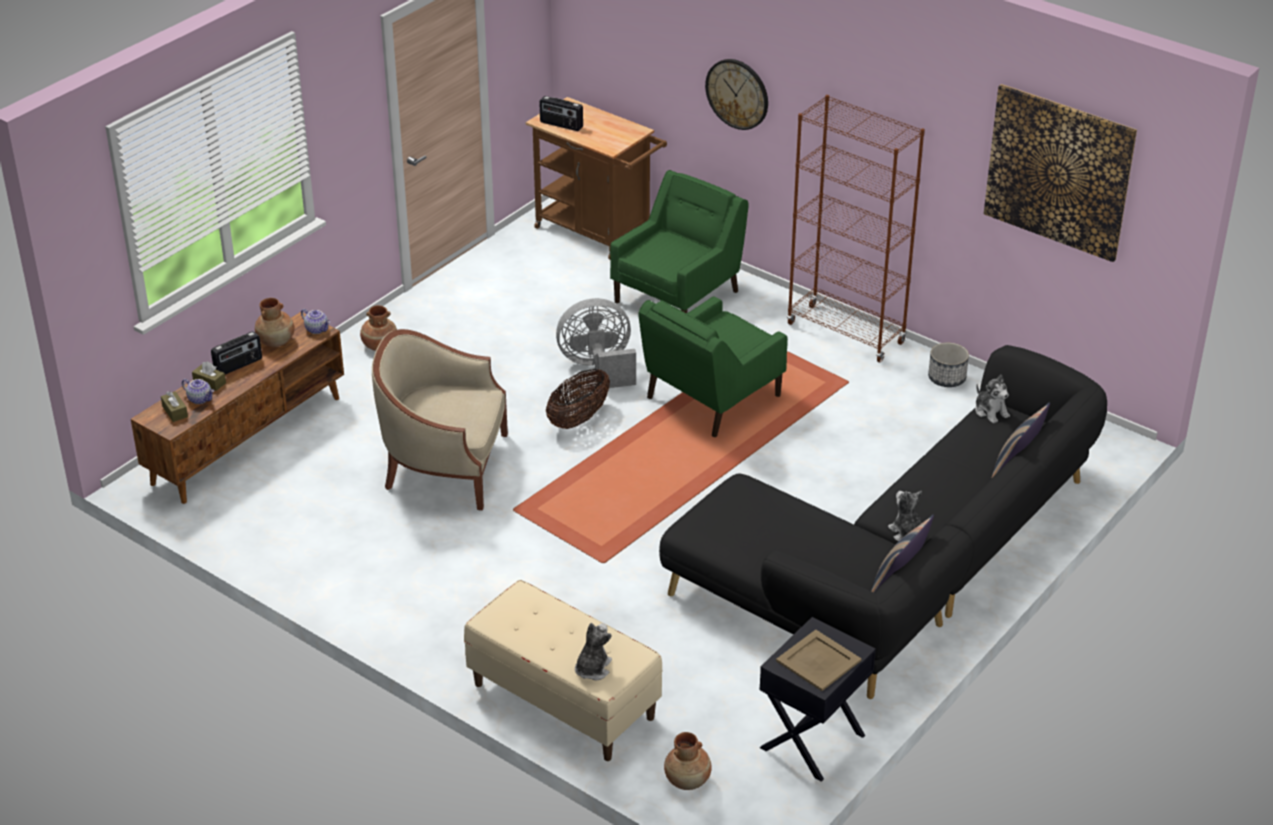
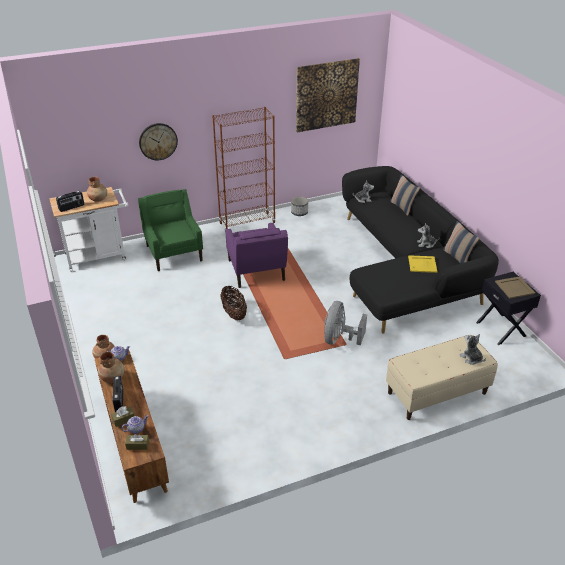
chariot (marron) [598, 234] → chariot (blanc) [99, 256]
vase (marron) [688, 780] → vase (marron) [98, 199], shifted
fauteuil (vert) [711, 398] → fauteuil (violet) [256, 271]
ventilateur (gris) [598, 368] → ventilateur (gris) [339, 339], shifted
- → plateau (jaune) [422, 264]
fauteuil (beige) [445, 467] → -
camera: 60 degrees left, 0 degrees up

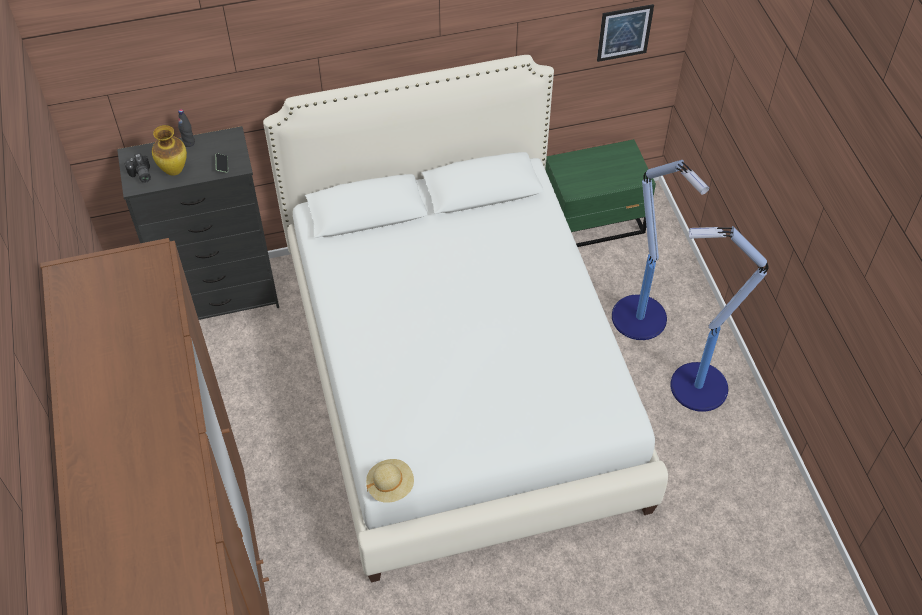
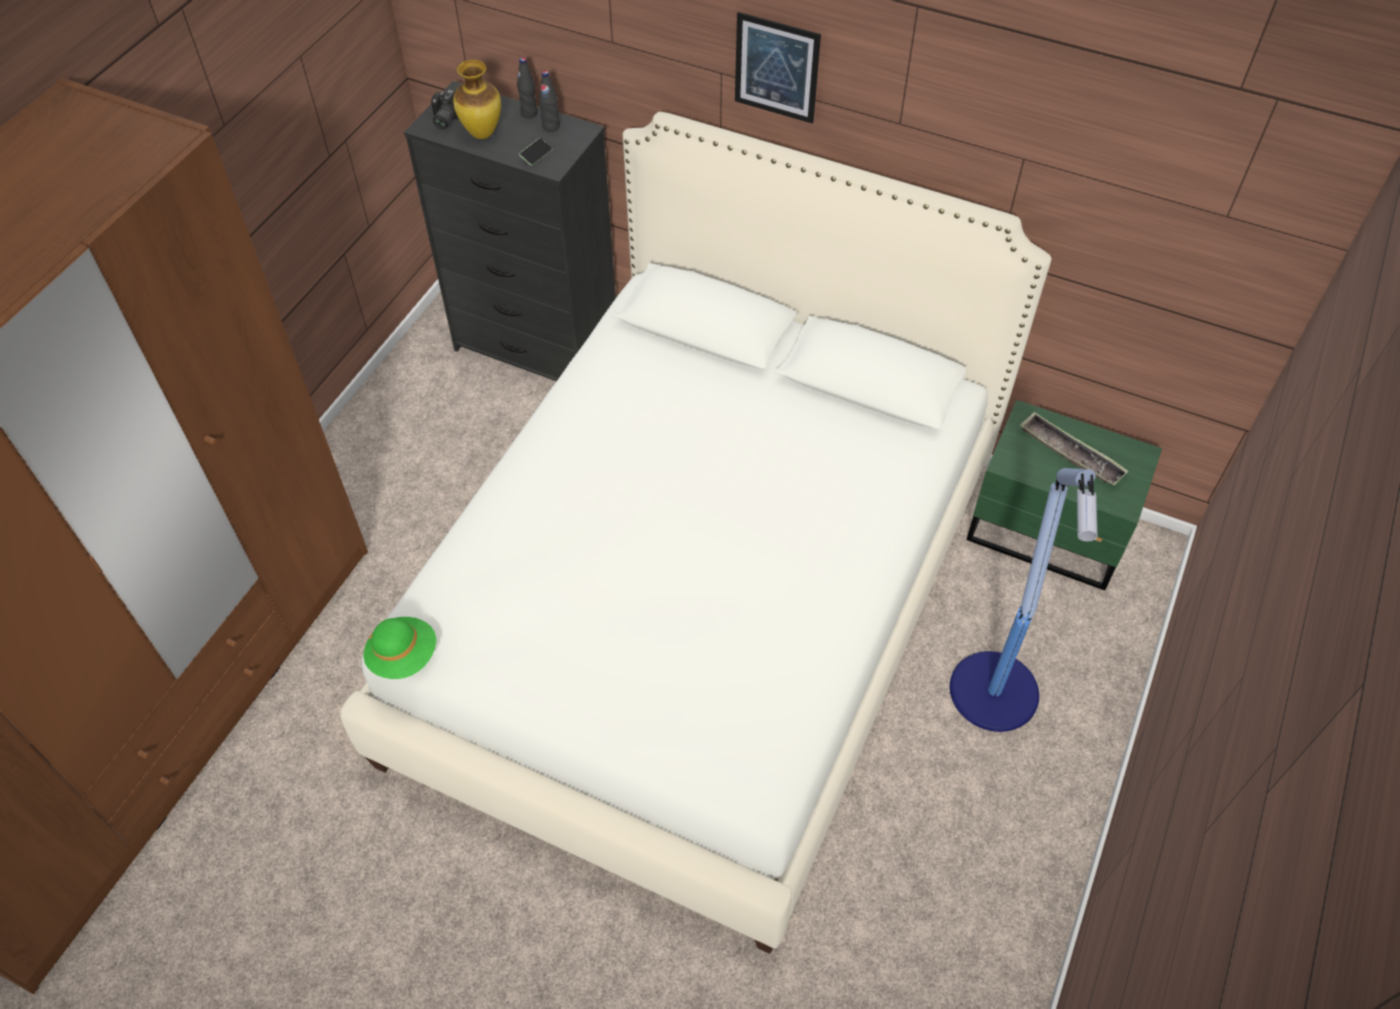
chapeau (beige) [390, 486] → chapeau (vert) [403, 656]
- → bouteille (noir) [551, 126]
tableau [624, 32] → tableau [776, 68], shifted
- → plateau [1070, 453]
lampadaire [696, 387] → -
camera: 40 degrees right, 0 degrees up

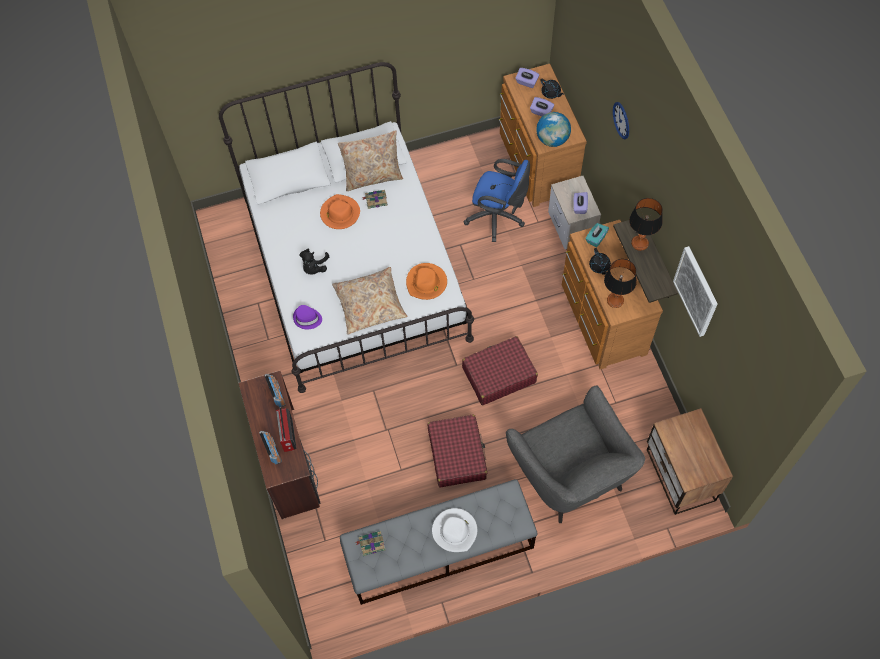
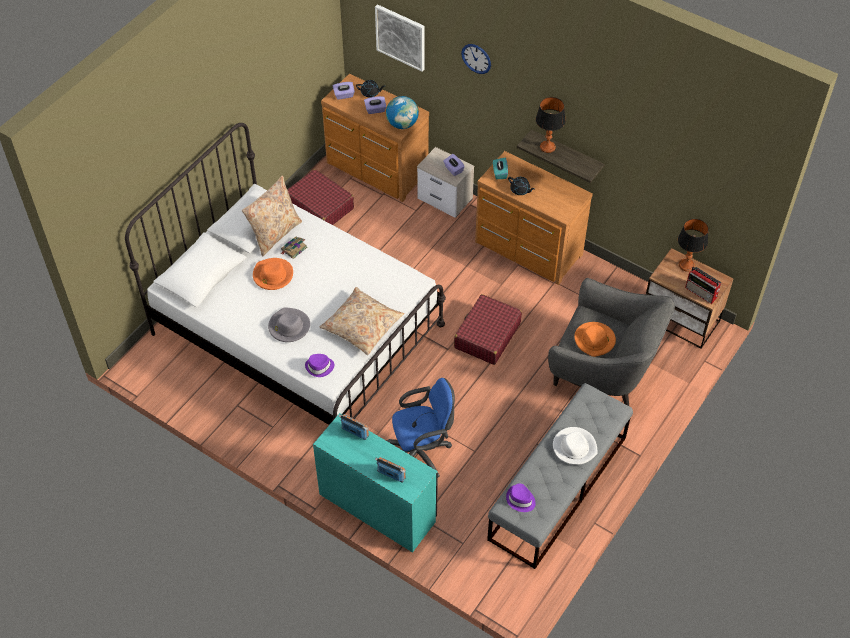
peluche (noir) [314, 267] → chapeau (gris) [289, 327]
valise (rouge) [457, 454] → valise (rouge) [320, 206], shifted
bureau (marron) [288, 462] → bureau (turquoise) [378, 506]
tableau [696, 291] → tableau [401, 37], shifted
chaise de bureau (bleu) [497, 218] → chaise de bureau (bleu) [422, 453], shifted
livre [371, 544] → chapeau (violet) [520, 500]
chapeau (orange) [426, 283] → chapeau (orange) [595, 340], shifted
lampe de table [615, 300] → lampe de table [686, 265], shifted
radio [287, 435] → radio [701, 293], shifted
camera: 40 degrees left, 10 degrees down

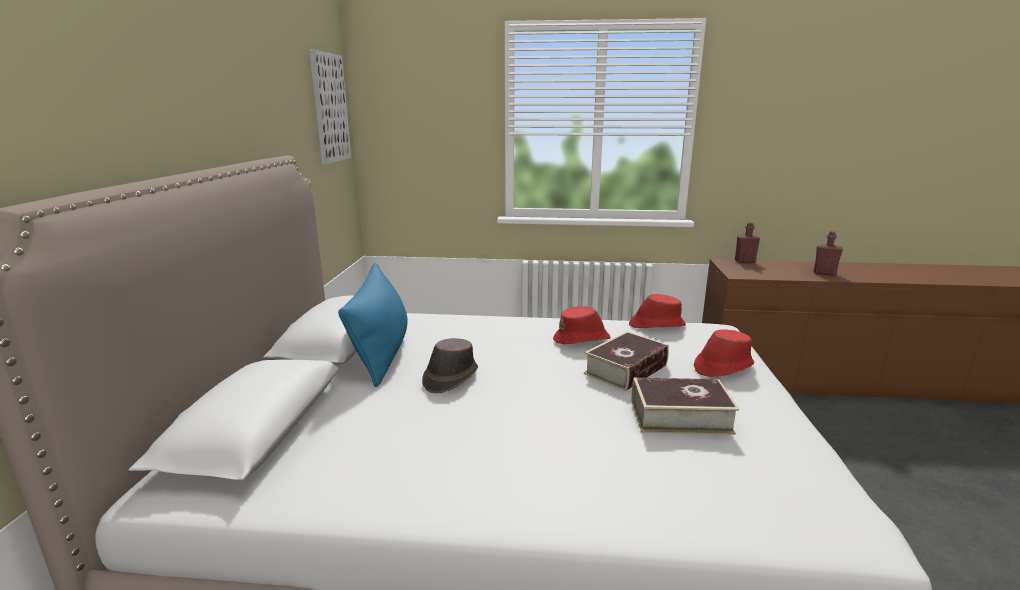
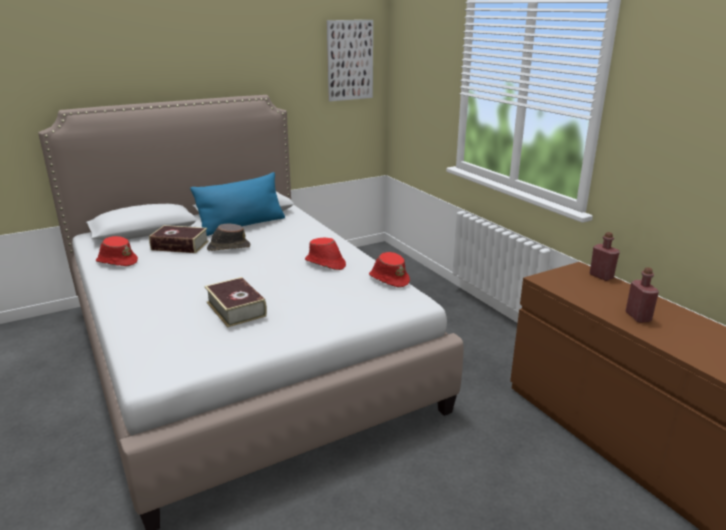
chapeau (rouge) [722, 367] → chapeau (rouge) [117, 261], shifted
livre [626, 369] → livre [180, 245], shifted
camera: 55 degrees right, 5 degrees up

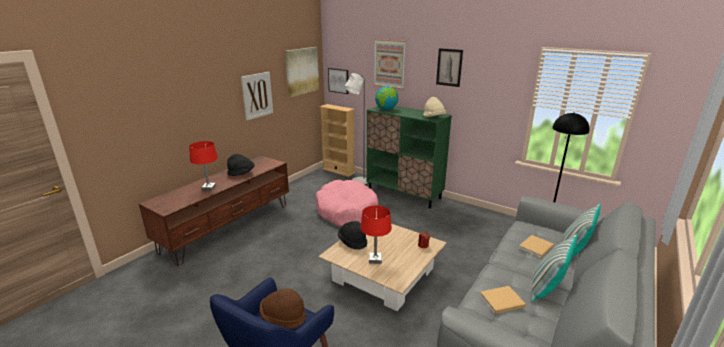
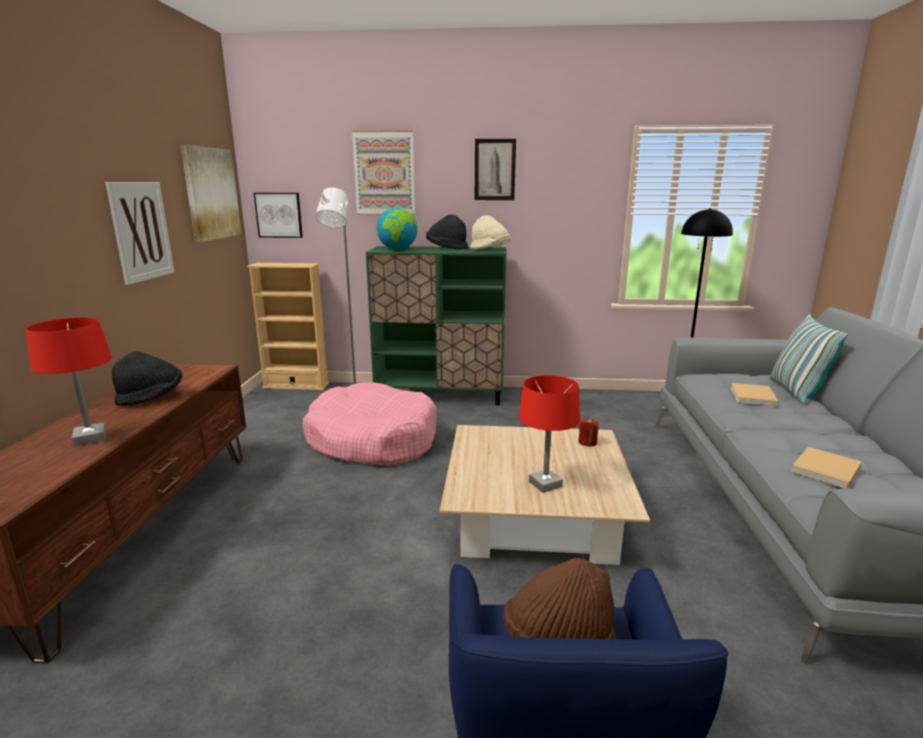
chapeau (noir) [352, 242] → chapeau (noir) [446, 248], shifted
coussin [546, 289] → -
camera: 30 degrees left, 5 degrees down

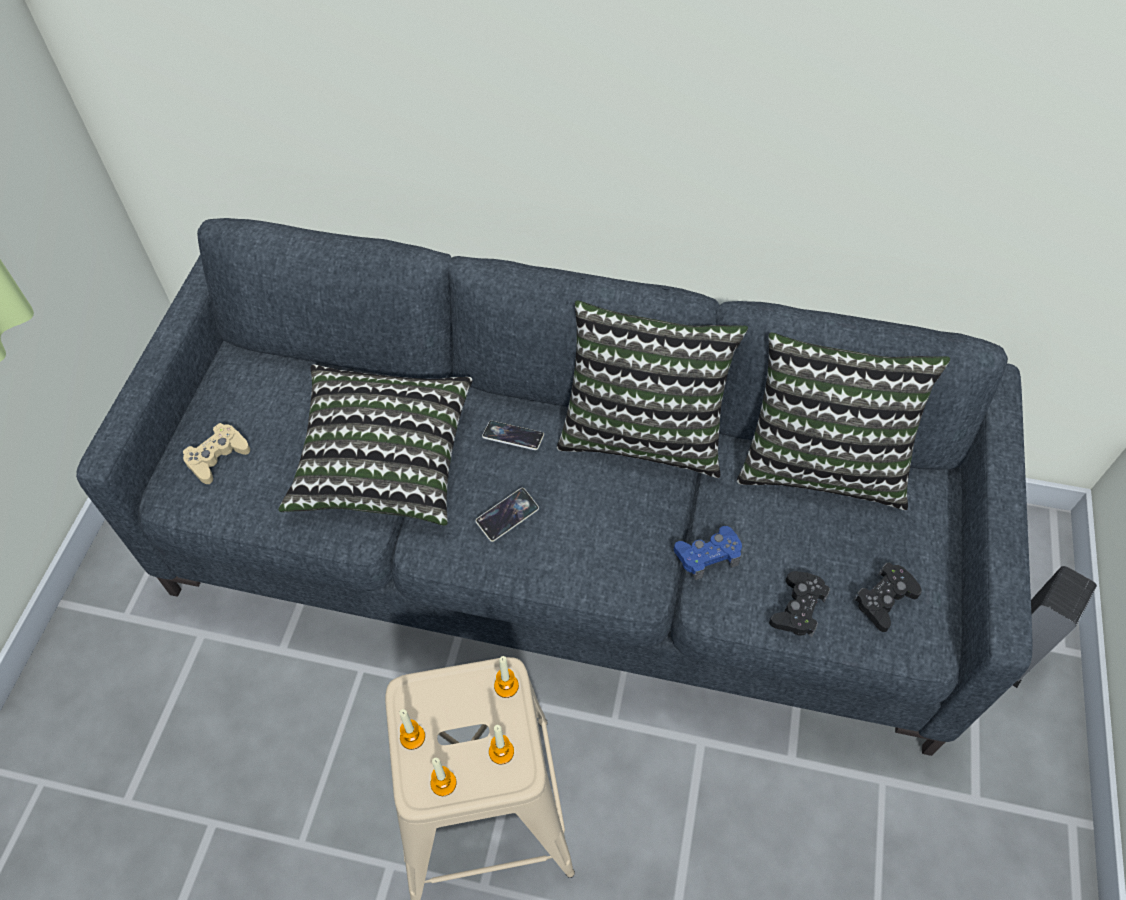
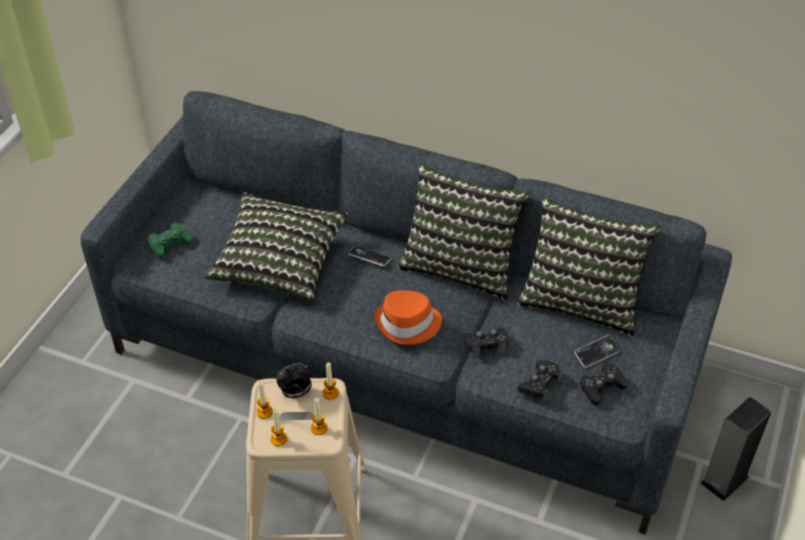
manette (beige) [217, 457] → manette (vert) [170, 244]
- → réveil [295, 393]
- → chapeau (orange) [408, 324]
manette (bleu) [708, 555] → manette (noir) [486, 345]
téléphone [507, 516] → téléphone [596, 353], shifted
camera: 10 degrees right, 10 degrees down

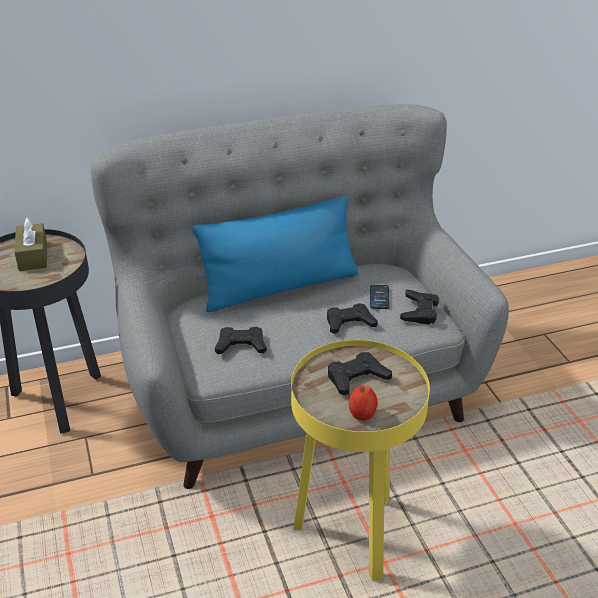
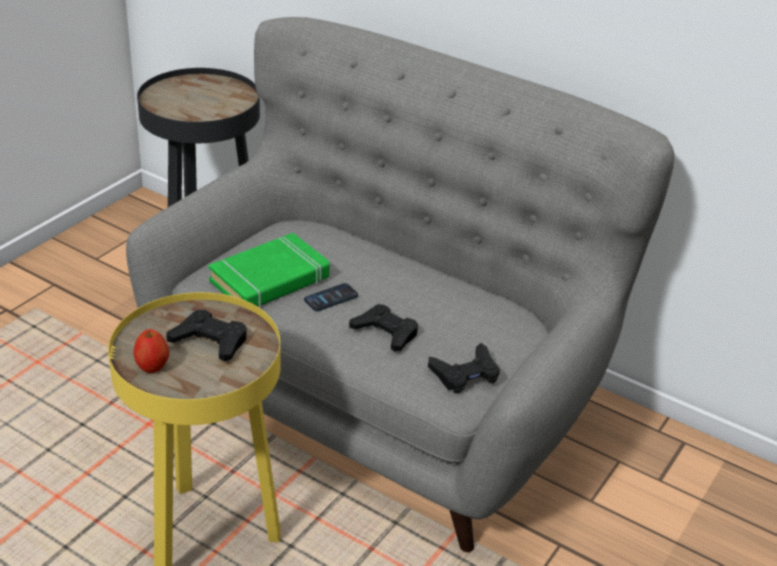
manette (noir) [241, 345] → livre (vert) [270, 280]
téléphone [379, 297] → téléphone [331, 298], shifted
boîte à mouchoirs (marron) [33, 256] → -
coussin (bleu) [280, 287] → -
camera: 50 degrees right, 0 degrees up

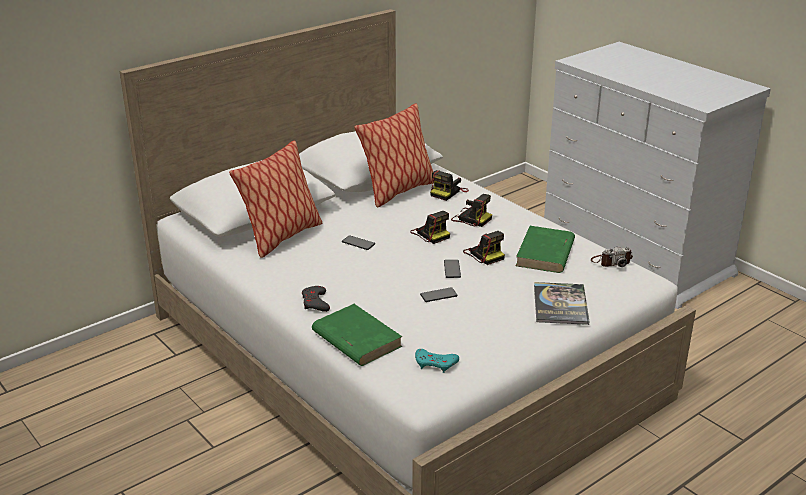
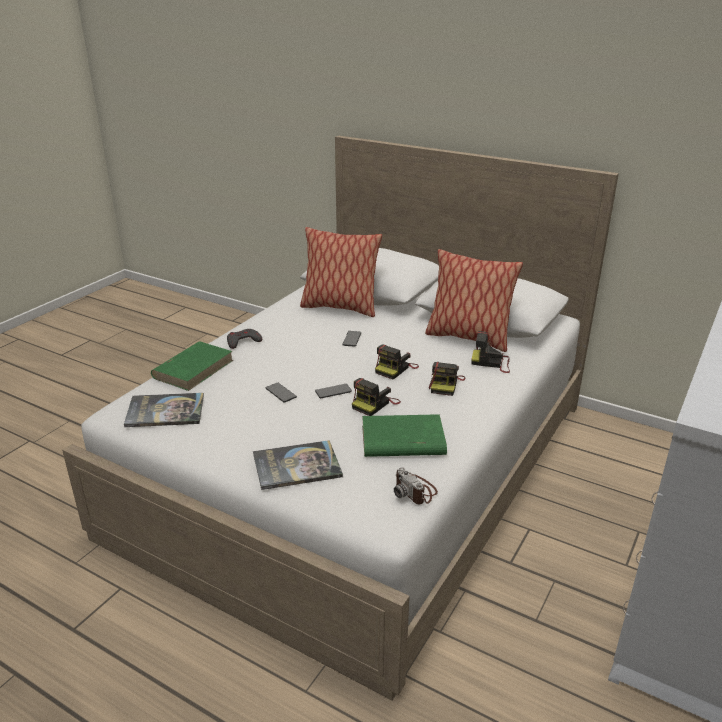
manette (turquoise) [435, 363] → livre [165, 411]
camera: 70 degrees right, 0 degrees up

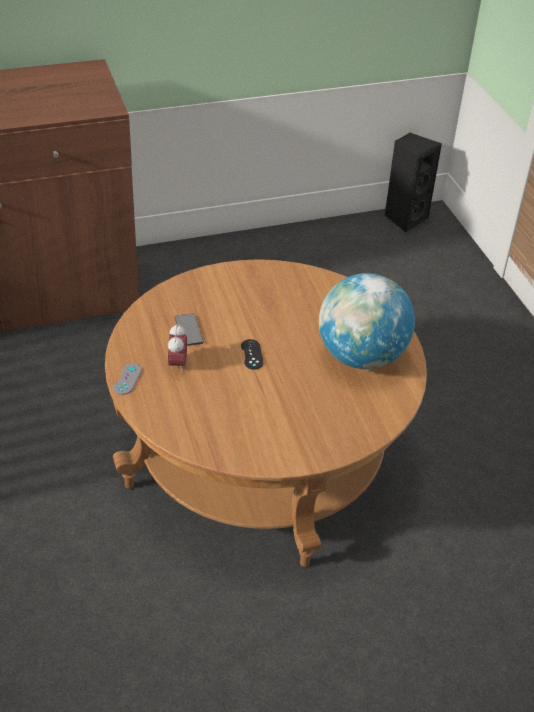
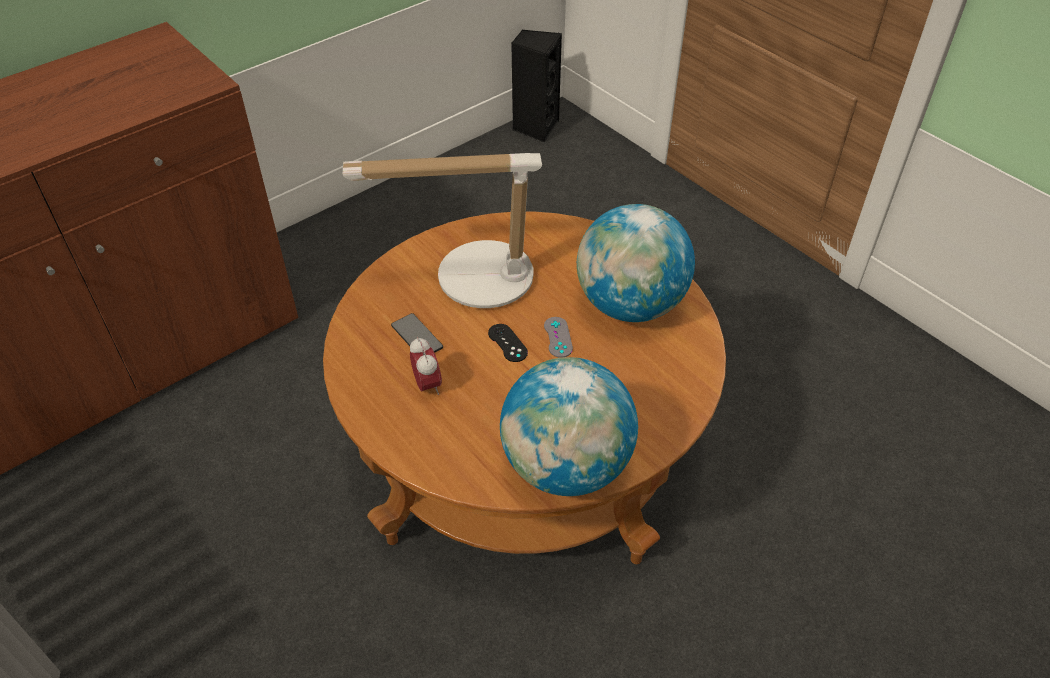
- → lampe de table [472, 278]
- → globe [566, 466]
manette (gris) [127, 379] → manette (gris) [558, 337], shifted
camera: 20 degrees left, 5 degrees up

